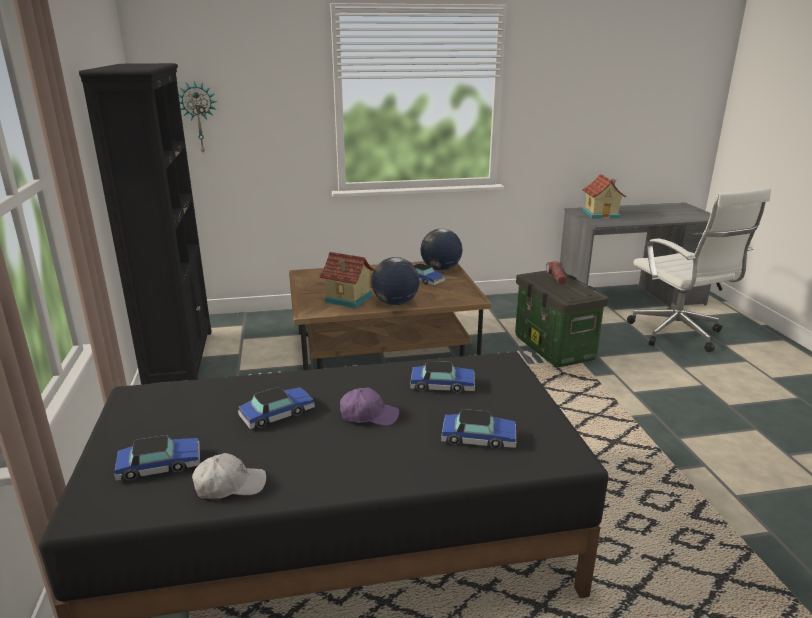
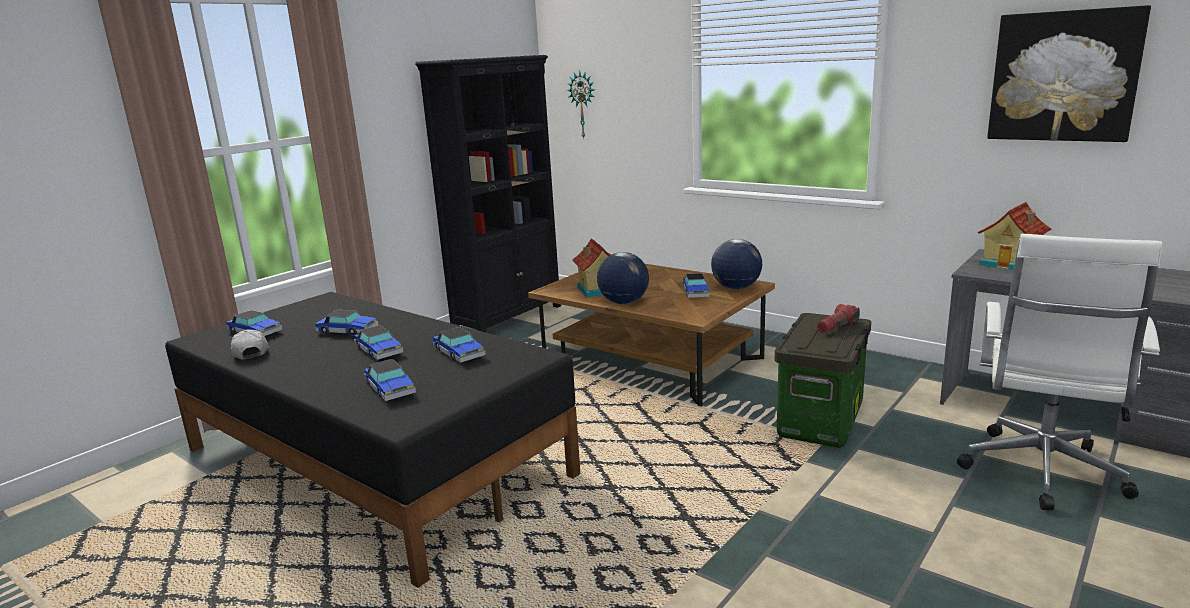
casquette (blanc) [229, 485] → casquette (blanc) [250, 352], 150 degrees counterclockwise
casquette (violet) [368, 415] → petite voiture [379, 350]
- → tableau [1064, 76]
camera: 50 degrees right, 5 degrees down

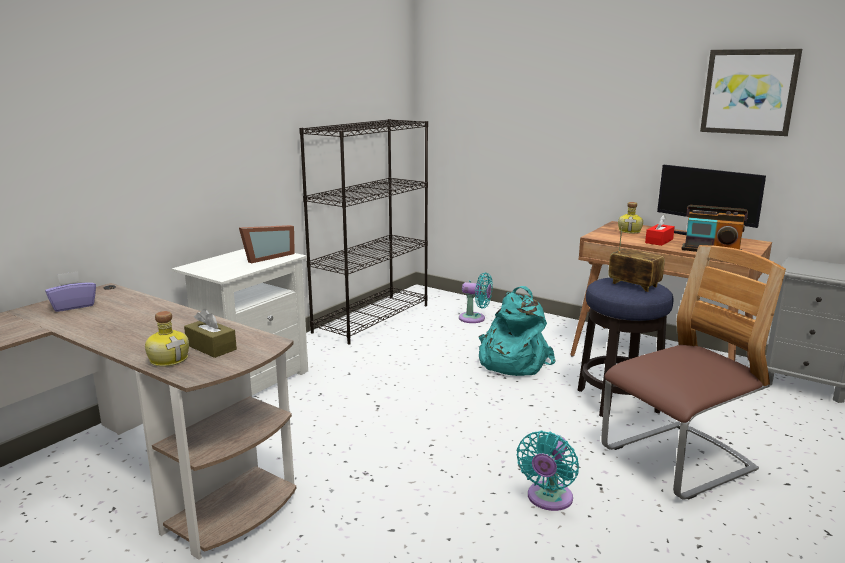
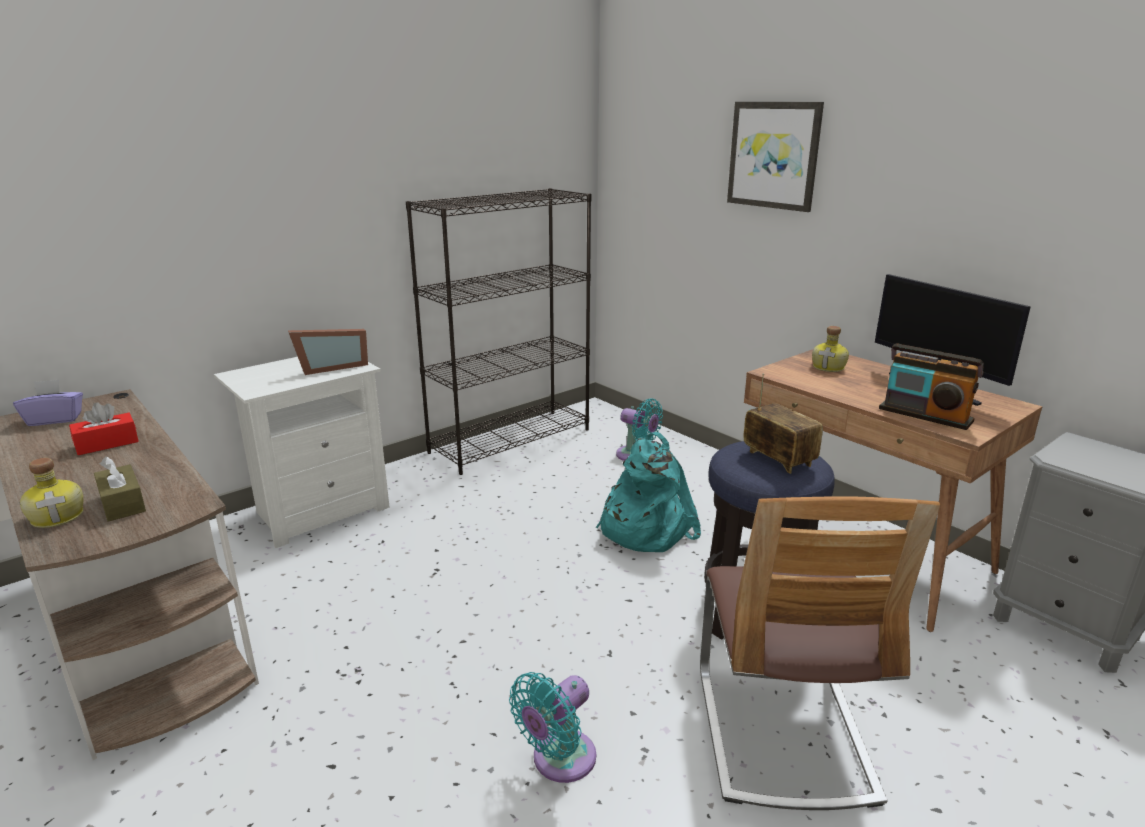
boîte à mouchoirs (rouge) [659, 241] → boîte à mouchoirs (rouge) [107, 443], shifted
chaise [677, 461] → chaise [782, 732], 105 degrees clockwise
tableau [749, 92] → tableau [774, 155], shifted
camera: 15 degrees right, 5 degrees up

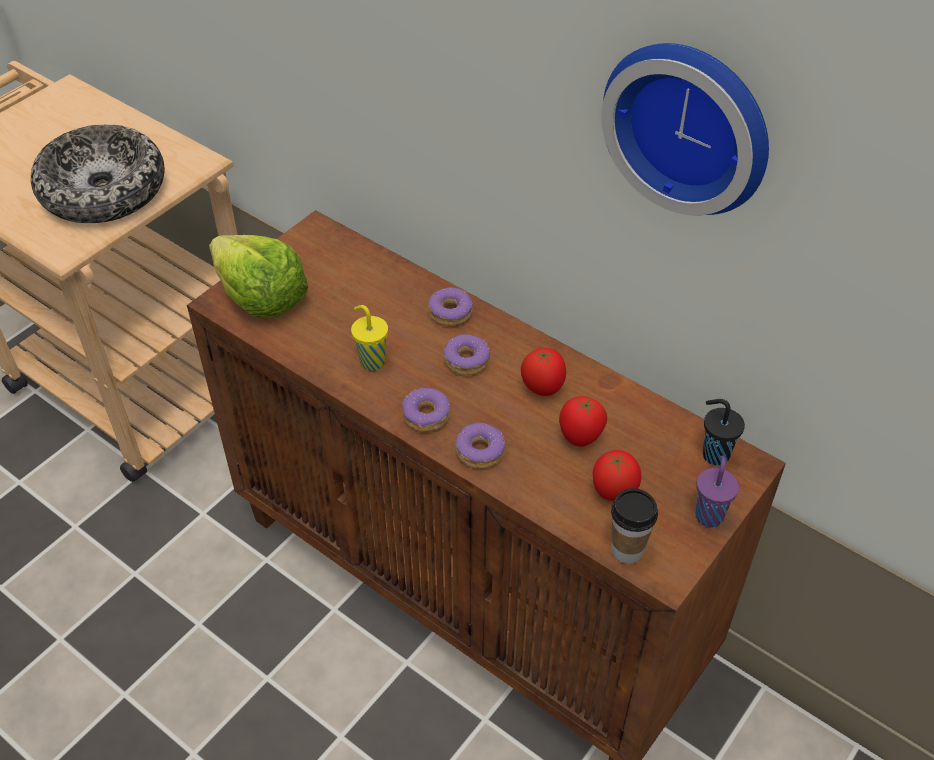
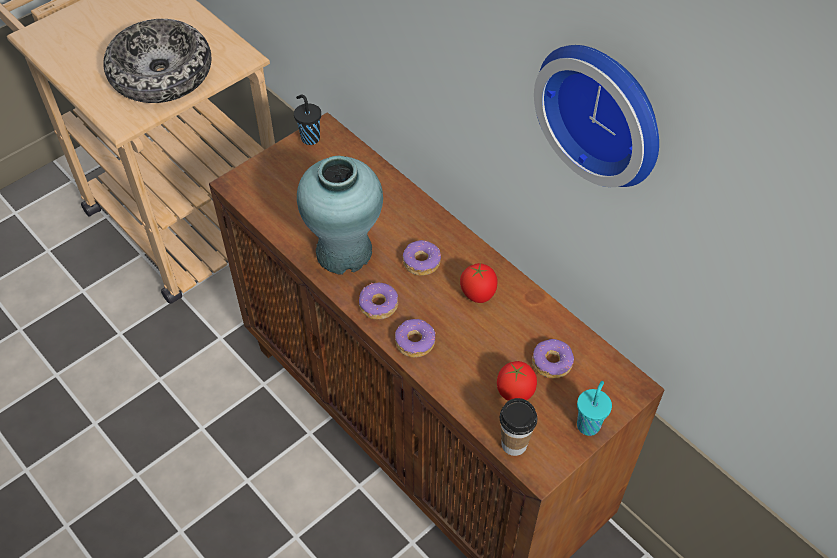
tasse (noir) [714, 454] → tasse (noir) [309, 138], shifted
tasse (jaune) [371, 361] → vase (turquoise) [344, 252]
beignet [450, 312] → beignet [552, 362], shifted
tasse (violet) [709, 514] → tasse (turquoise) [588, 424]
laitue [261, 297] → -
tomate [580, 438] → -
camera: 10 degrees right, 5 degrees up

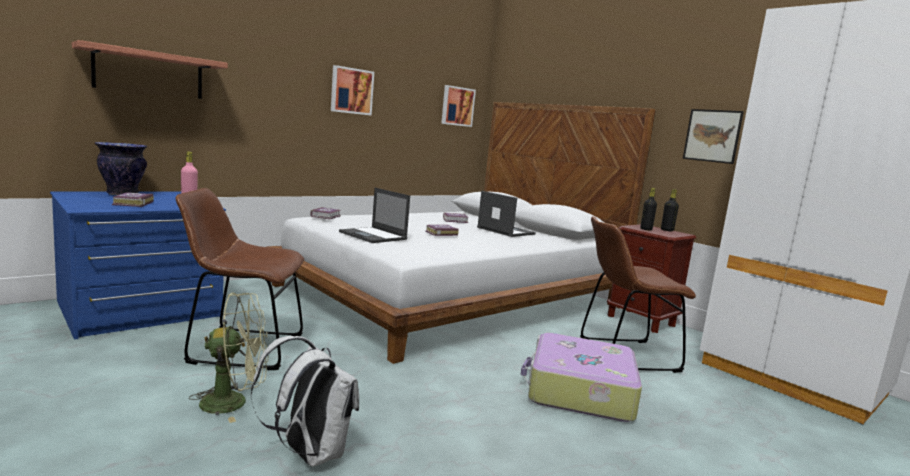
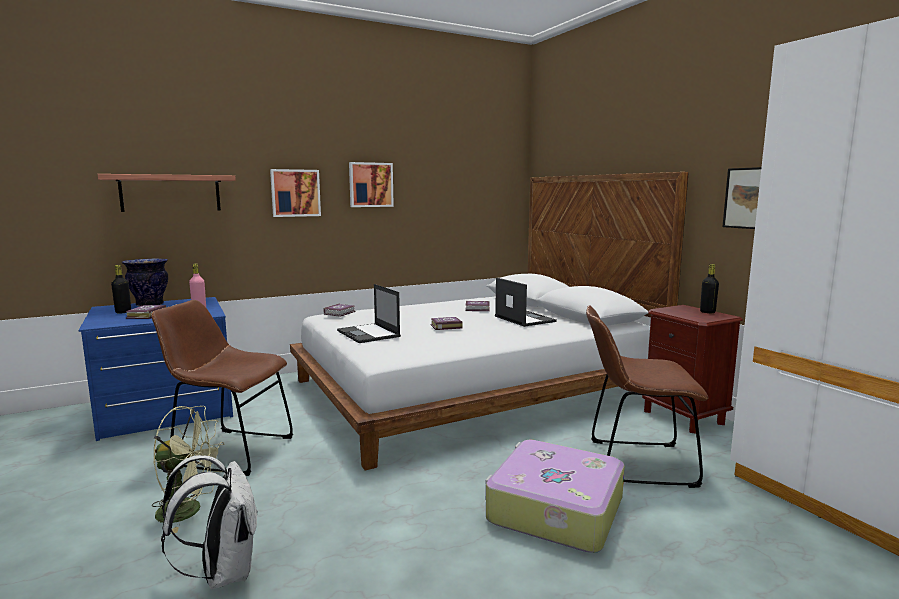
bouteille (noir) [646, 229] → bouteille (noir) [123, 312], shifted
tableau [457, 106] → tableau [295, 193], shifted
camera: 15 degrees right, 0 degrees up

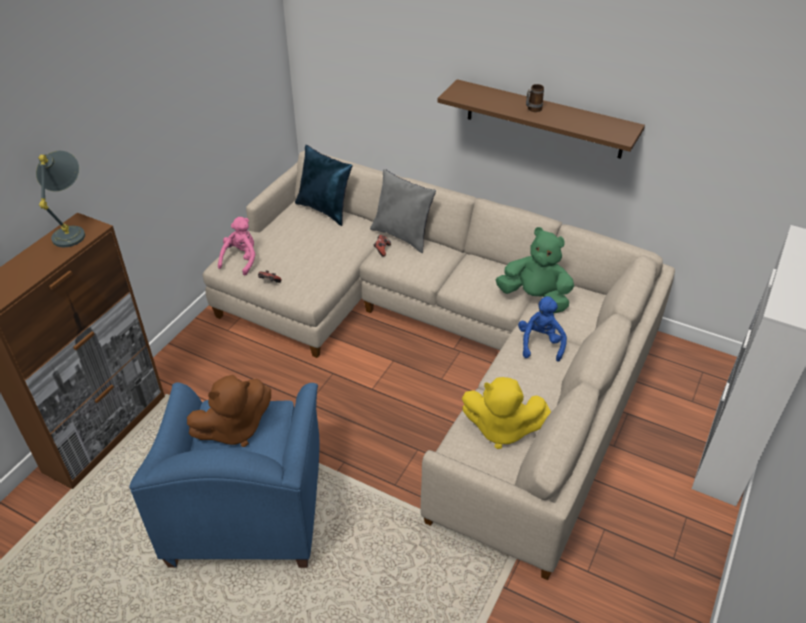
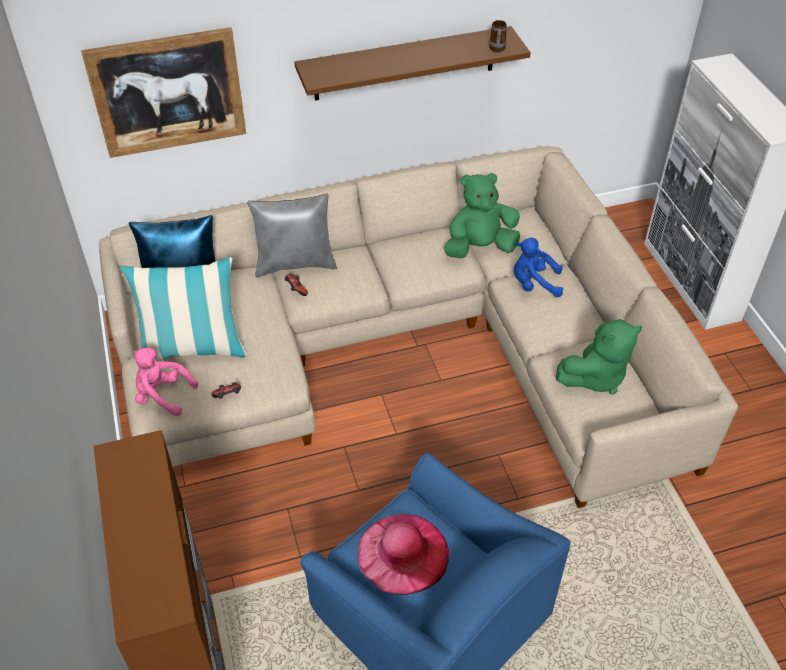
- → tableau [168, 93]
- → coussin [193, 348]
peluche (rose) [241, 260] → peluche (rose) [162, 395], 45 degrees counterclockwise
peluche (marron) [234, 429] → chapeau (rose) [402, 553]
mug [532, 110] → mug [497, 50], shifted
peluche (bleu) [540, 343] → peluche (bleu) [534, 284], 45 degrees counterclockwise
peluche (jaune) [501, 429] → peluche (vert) [595, 376]
lampe de table (gris) [73, 230] → -
camera: 45 degrees left, 5 degrees up

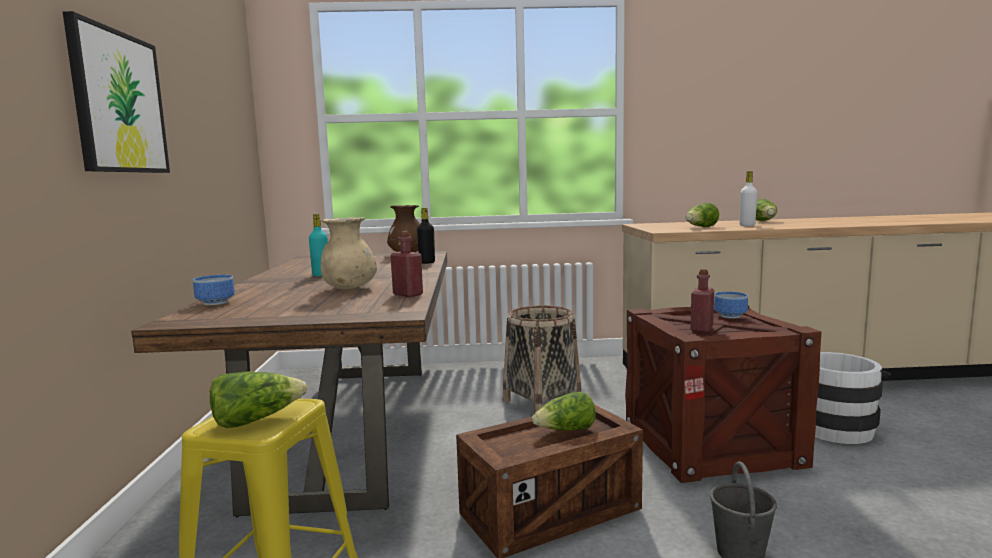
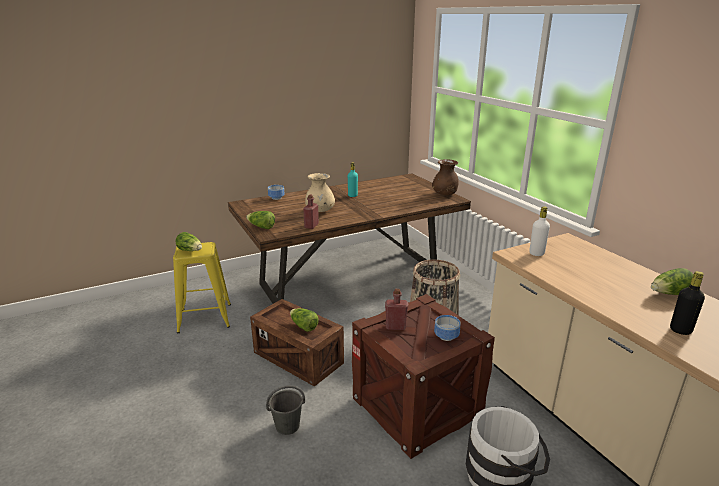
laitue [701, 227] → laitue [261, 227], shifted
bouteille (blanc) [747, 225] → bouteille (blanc) [536, 253], shifted
bouteille (noir) [427, 263] → bouteille (noir) [680, 330], shifted
tableau [118, 102] → -
camera: 65 degrees right, 15 degrees up

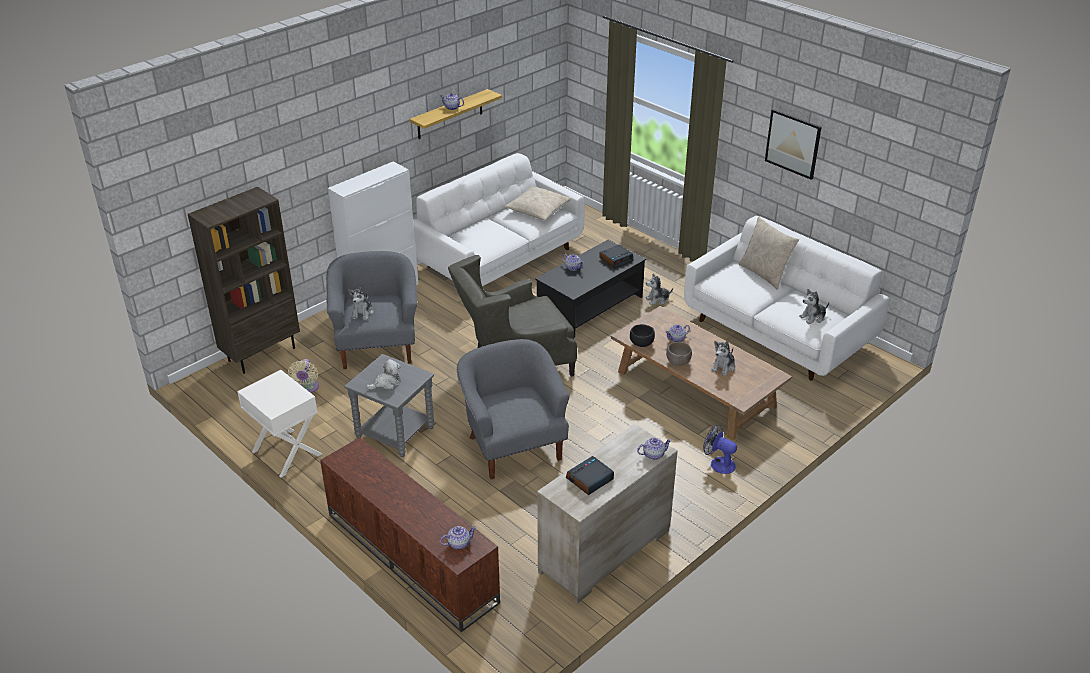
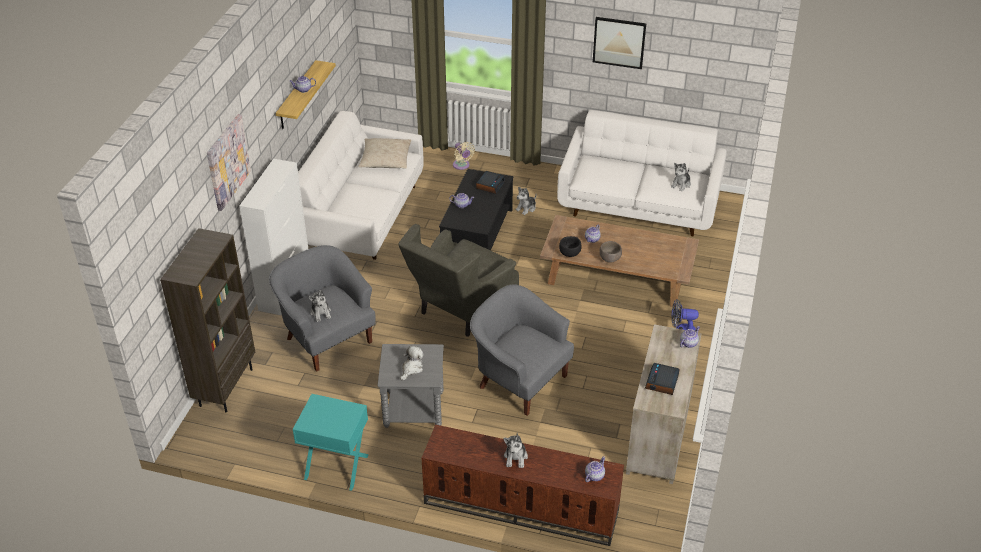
- → tableau [227, 162]
table de chevet (blanc) [286, 453] → table de chevet (turquoise) [336, 467]
ventilateur (beige) [307, 388] → ventilateur (beige) [462, 165], shifted
peluche [723, 367] → peluche [515, 457], shifted
coussin (beige) [764, 274] → -
camera: 30 degrees left, 5 degrees up

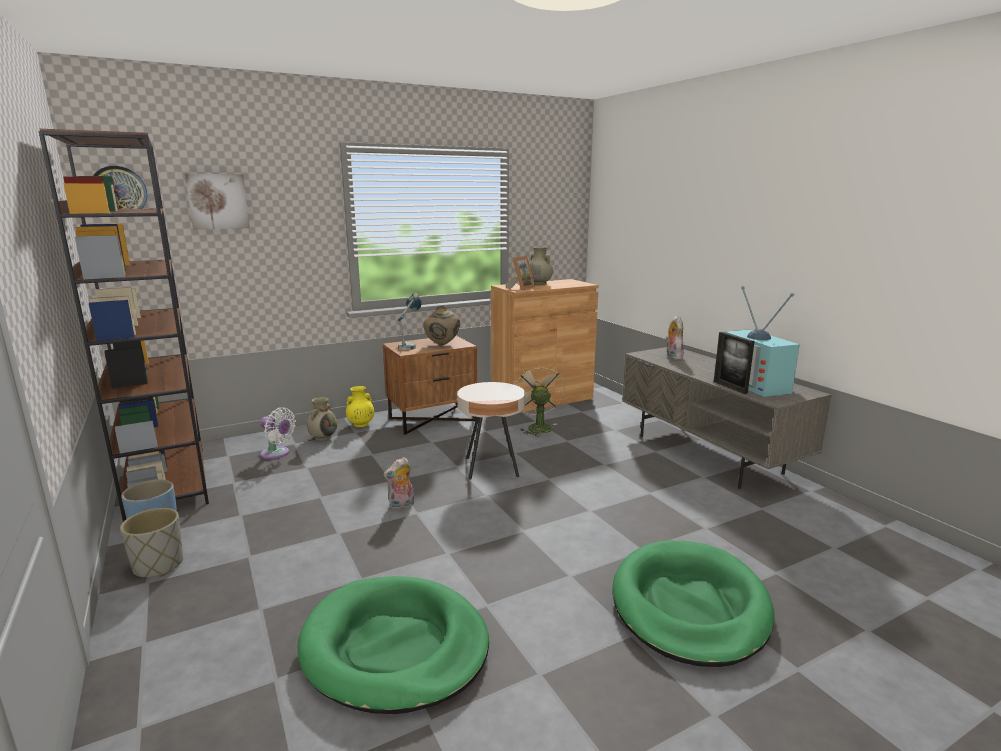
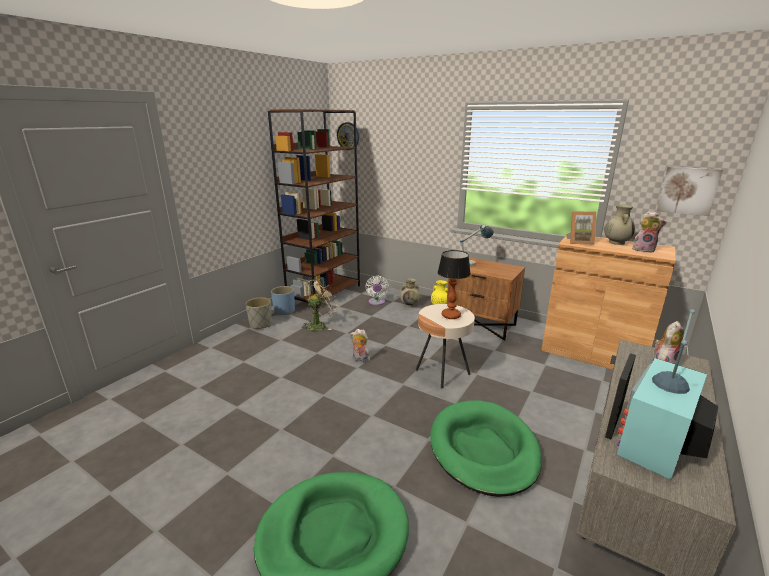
ventilateur (beige) [537, 427] → ventilateur (beige) [319, 325], shifted
panier pour chien (vert) [395, 647] → panier pour chien (vert) [483, 449], shifted
- → lampe de table [451, 315]
- → peluche [644, 250]
tableau [218, 201] → tableau [688, 190], shifted
vase (beige) [442, 345] → -
camera: 60 degrees right, 5 degrees up

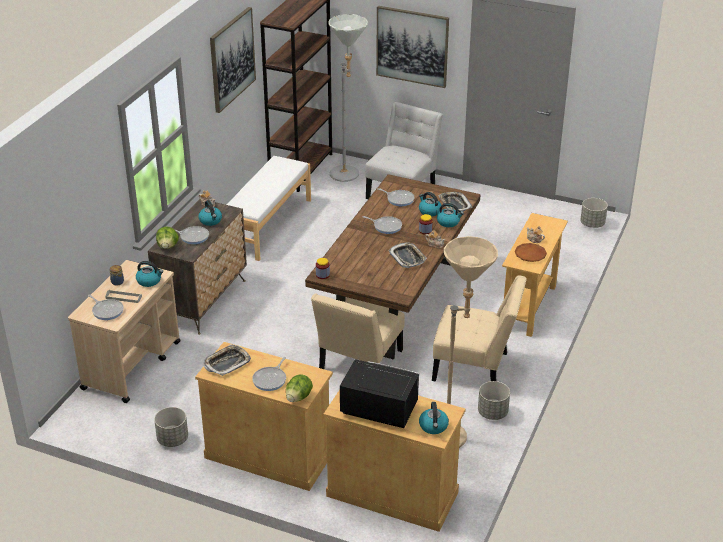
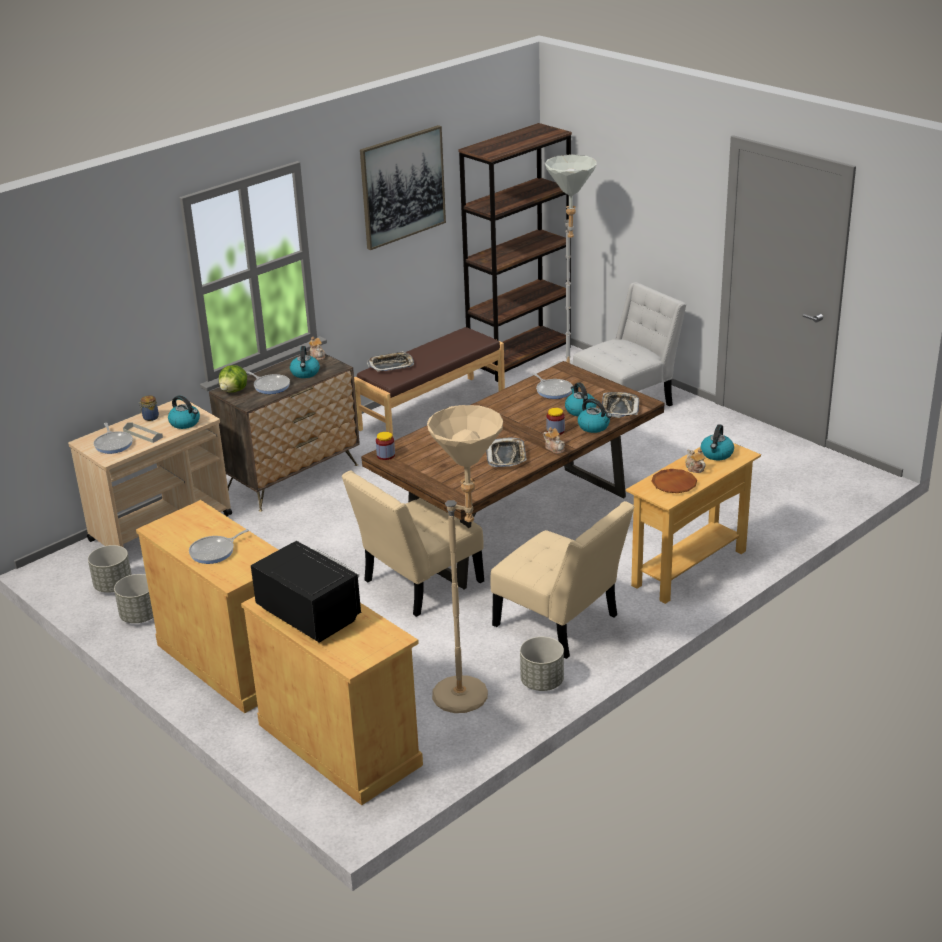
cache-pot (gris) [592, 224] → cache-pot (gris) [113, 586], shifted
banc (blanc) [267, 225] → banc (marron) [431, 410]
plateau [227, 363] → plateau [391, 365], shifted
bouilloire [433, 426] → bouilloire [716, 454], shifted
laitue [298, 397] → -
poêle [386, 226] → -
tableau [412, 46] → -
camera: 25 degrees right, 5 degrees down

